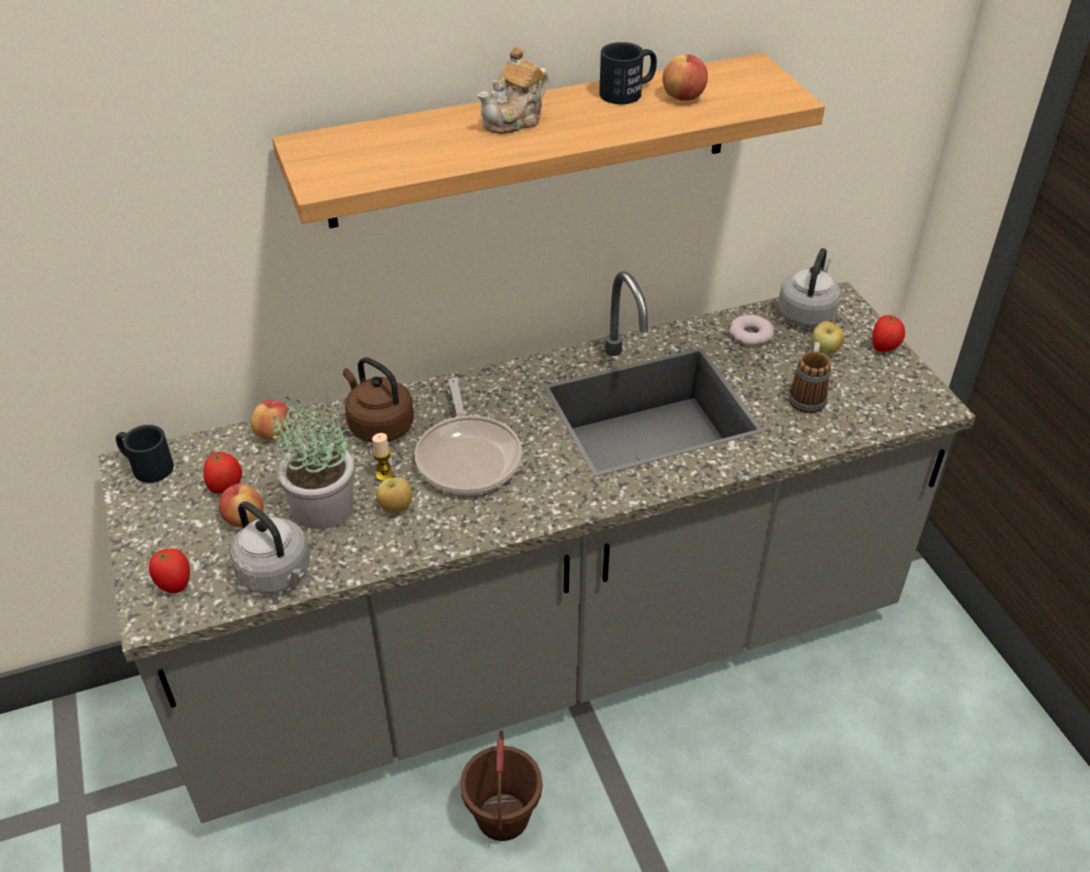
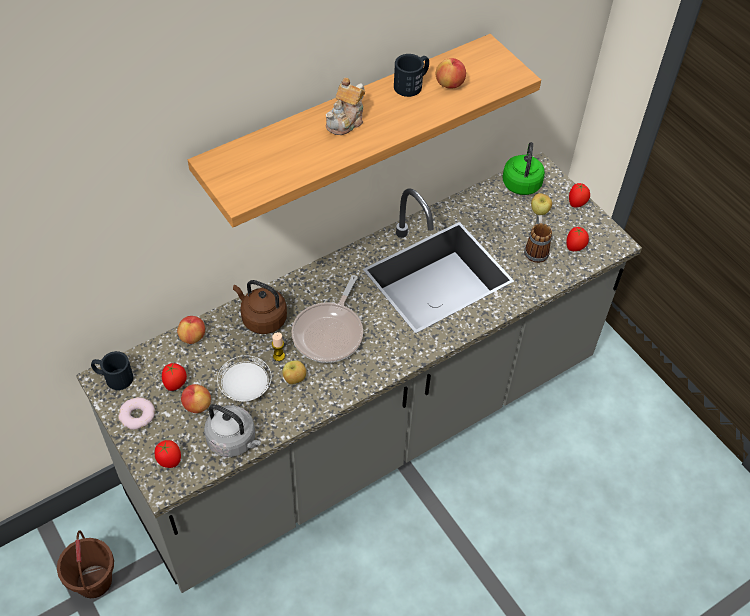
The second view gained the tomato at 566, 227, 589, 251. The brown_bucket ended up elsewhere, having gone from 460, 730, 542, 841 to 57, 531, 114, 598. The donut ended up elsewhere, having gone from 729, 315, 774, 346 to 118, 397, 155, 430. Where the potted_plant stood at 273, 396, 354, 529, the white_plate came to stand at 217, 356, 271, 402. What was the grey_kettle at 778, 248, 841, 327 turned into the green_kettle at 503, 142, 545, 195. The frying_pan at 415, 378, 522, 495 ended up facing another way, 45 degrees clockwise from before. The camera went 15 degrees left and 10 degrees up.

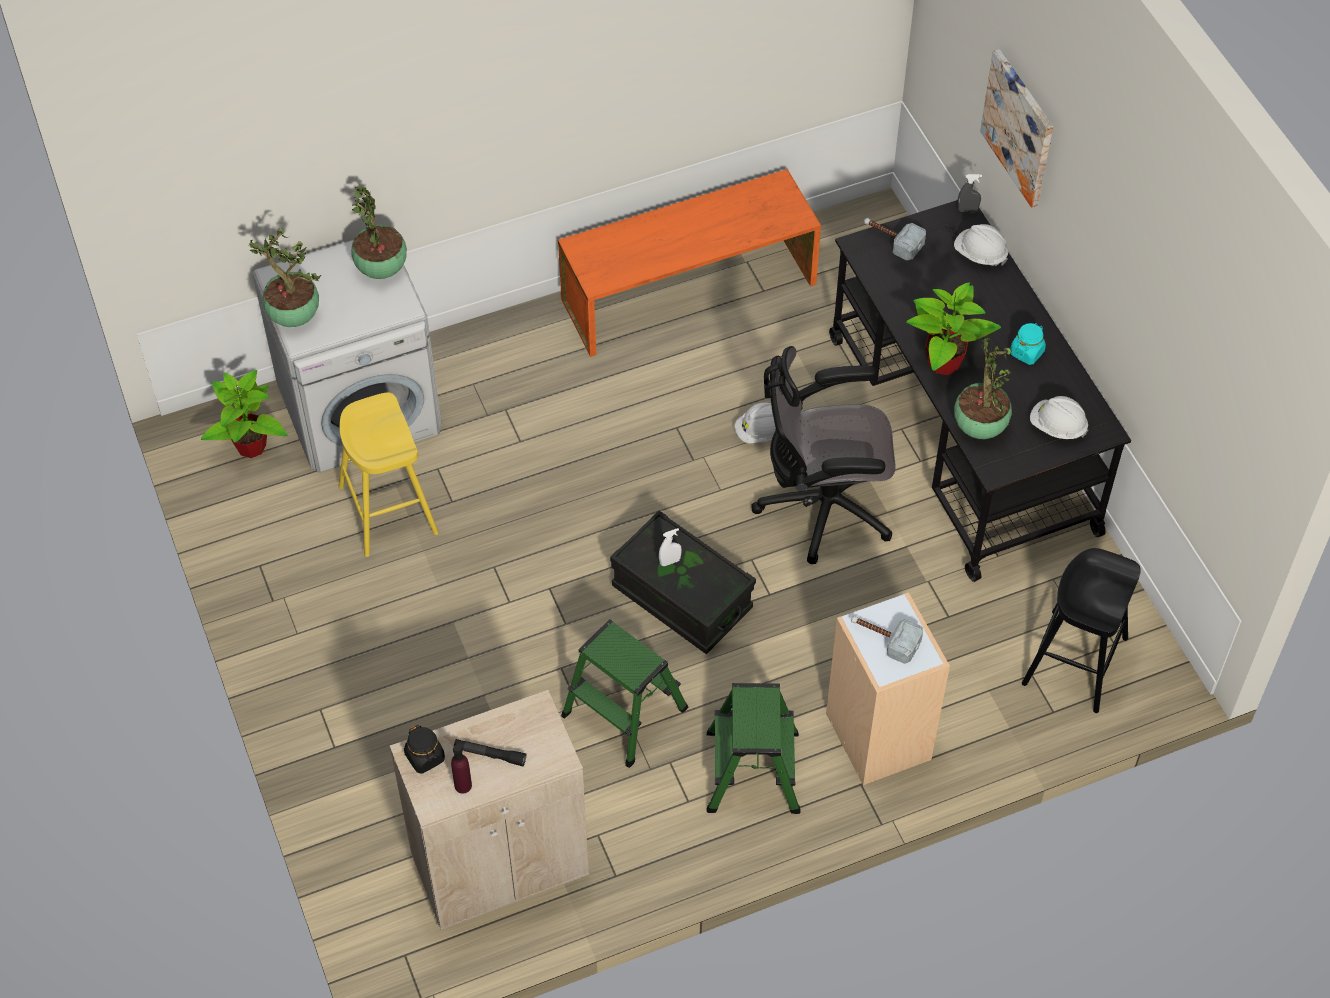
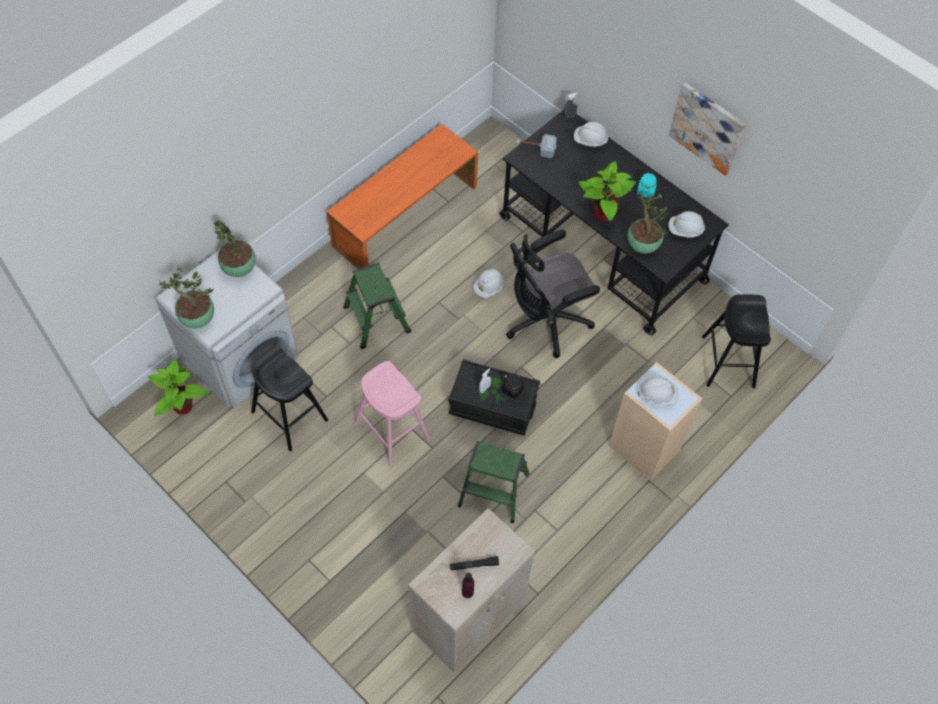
The second view gained the pink_stool at 354, 361, 430, 467. The black_jar ended up elsewhere, having gone from 404, 725, 445, 774 to 502, 373, 525, 399. The green_step_ladder ended up elsewhere, having gone from 706, 683, 801, 814 to 343, 263, 412, 349. The picture ended up elsewhere, having gone from 980, 49, 1053, 208 to 669, 83, 745, 176. Where the hammer stood at 851, 615, 923, 664, the white_hard_hat came to stand at 638, 376, 678, 406. What was the yellow_stool at 338, 393, 439, 557 turned into the black_stool at 251, 346, 328, 451. The camera went 25 degrees left and 5 degrees up.

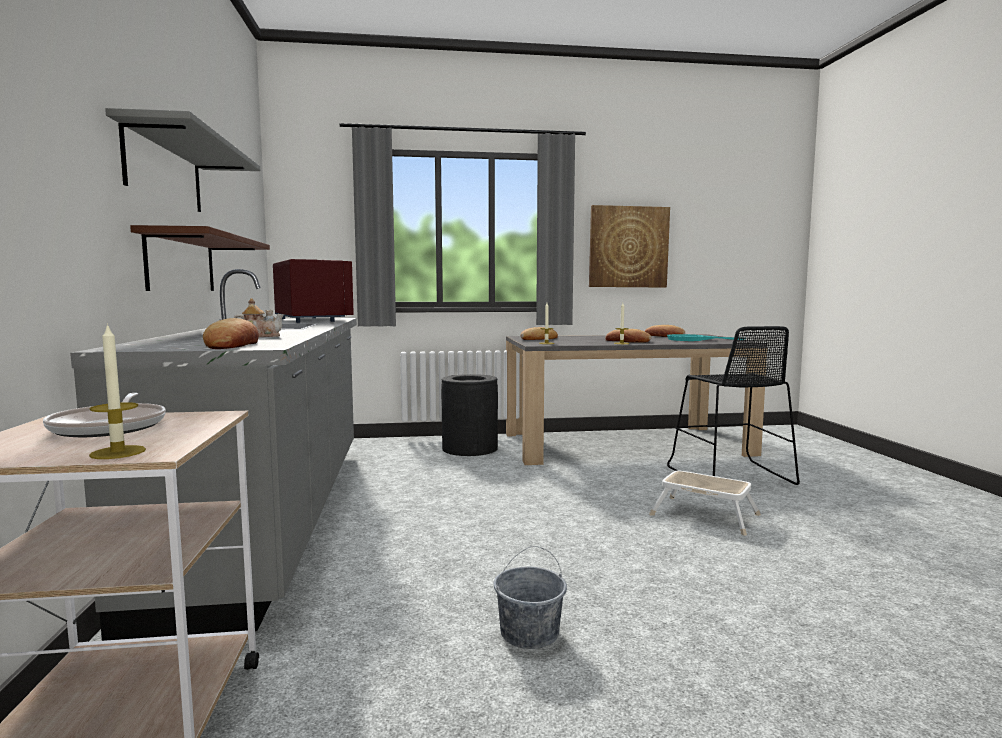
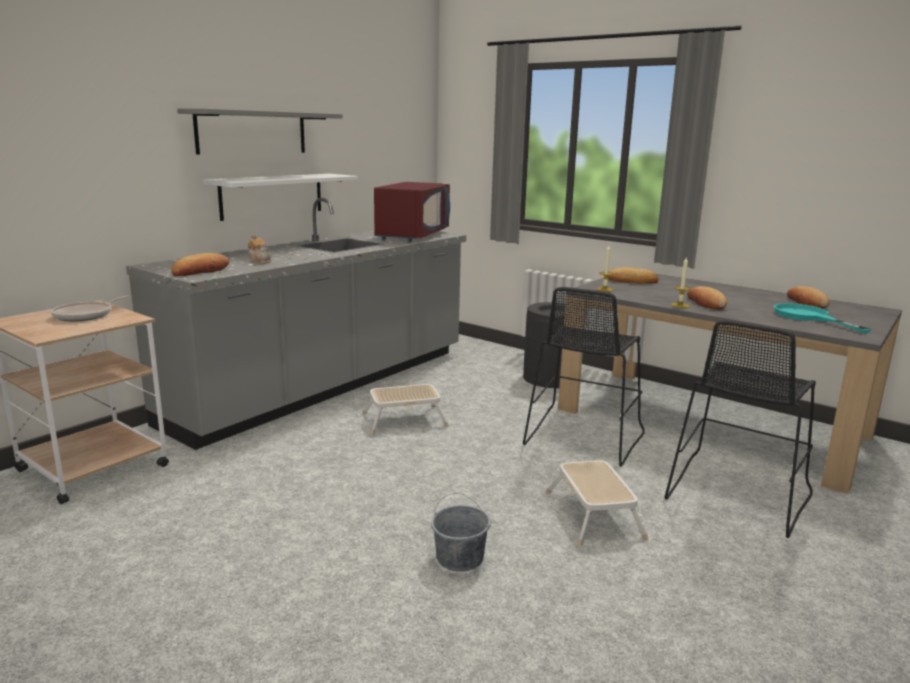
The second view lost the candle at 89, 323, 146, 459. The second view lost the picture at 589, 205, 670, 288. The second view gained the beige_step_ladder at 362, 384, 449, 435. The second view gained the black_stool at 523, 287, 645, 467. The grey_bucket ended up elsewhere, having gone from 494, 546, 567, 649 to 431, 493, 491, 572. What was the brown_shelf at 130, 225, 270, 291 turned into the white_shelf at 203, 174, 358, 221. The camera went 45 degrees right and 10 degrees up.

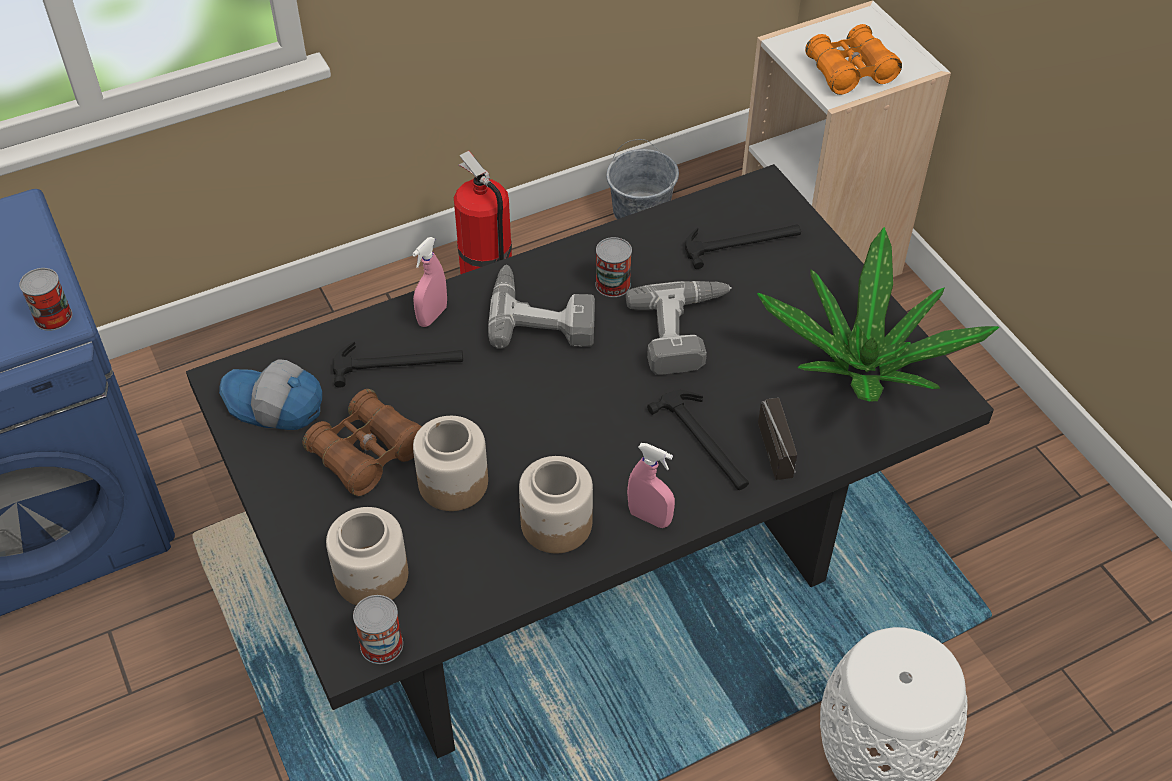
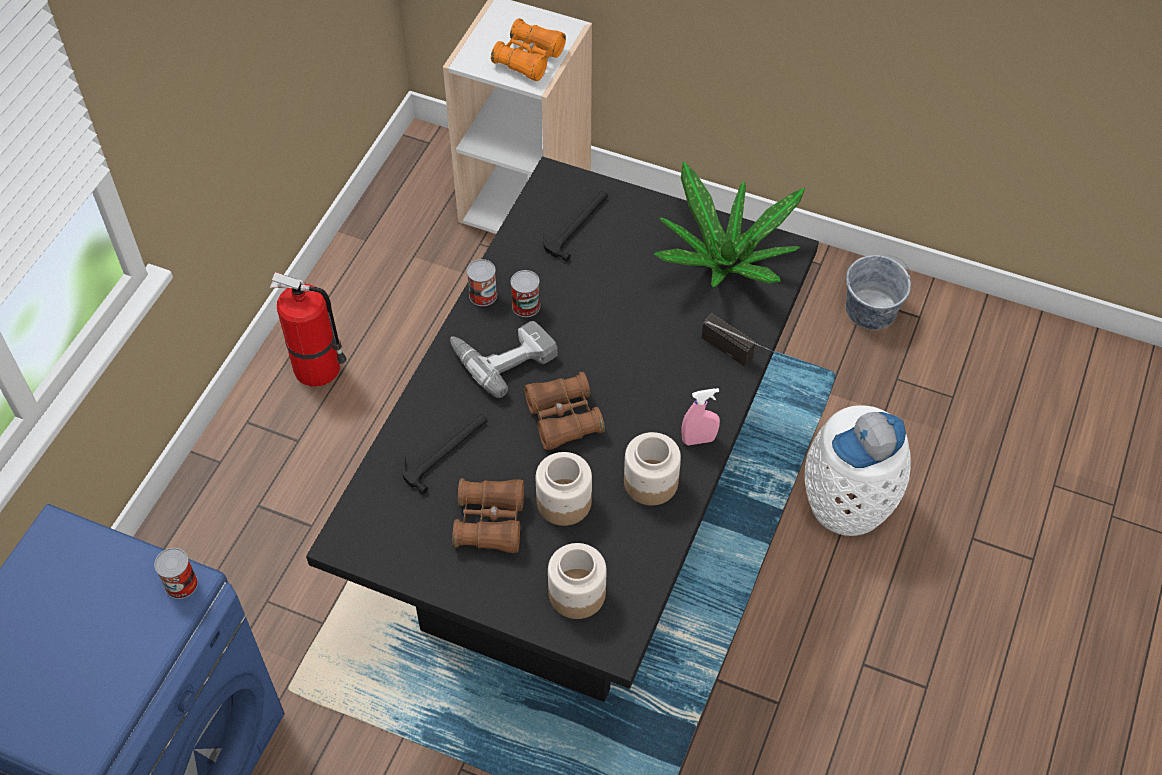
The second view lost the pink_spray_bottle at 412, 237, 447, 327. The second view lost the power_drill at 625, 281, 732, 375. The second view lost the hammer at 647, 390, 749, 490. The second view gained the brown_binoculars at 524, 372, 605, 450. The cap ended up elsewhere, having gone from 219, 359, 322, 430 to 832, 412, 906, 468. The can ended up elsewhere, having gone from 353, 595, 403, 664 to 467, 259, 497, 306. The grey_bucket ended up elsewhere, having gone from 606, 139, 679, 219 to 846, 255, 911, 330. The camera went 40 degrees left and 5 degrees up.

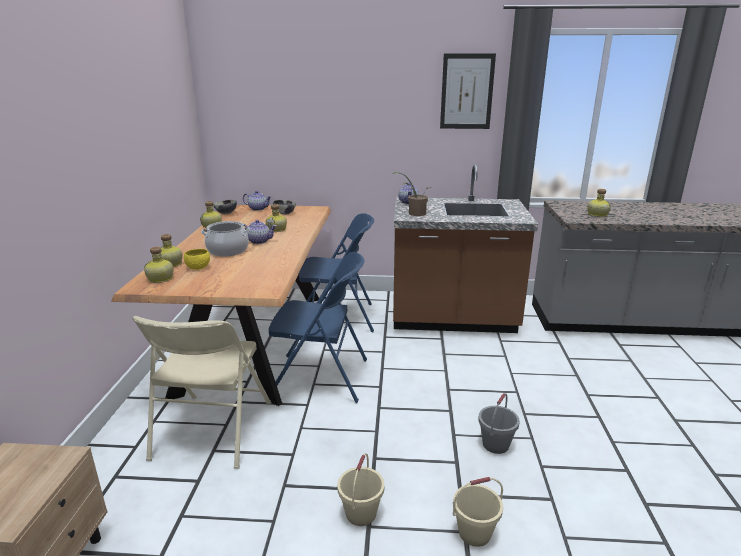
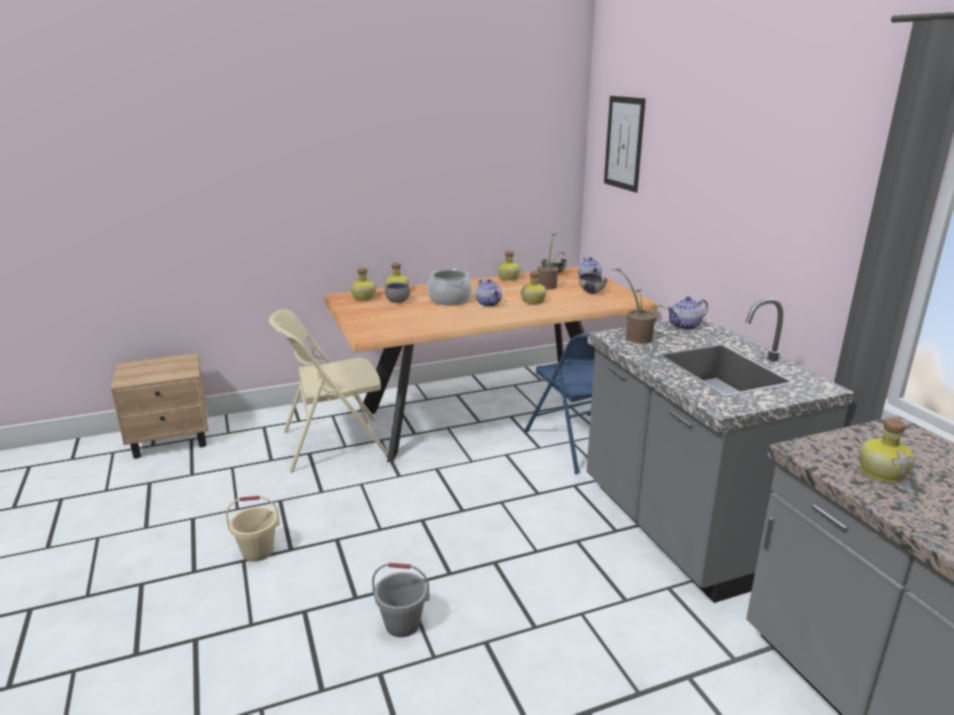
The second view lost the blue_chair at 269, 252, 367, 403. The second view lost the beige_bucket at 453, 477, 503, 547. The second view gained the potted_plant at 537, 234, 564, 289. The picture ended up elsewhere, having gone from 440, 53, 496, 129 to 604, 96, 646, 193. What was the yellow_bowl at 184, 249, 210, 270 turned into the grey_bowl at 385, 283, 410, 303. What was the brown_counter at 393, 165, 538, 333 turned into the grey_counter at 586, 298, 854, 603. The camera went 65 degrees right and 0 degrees up.

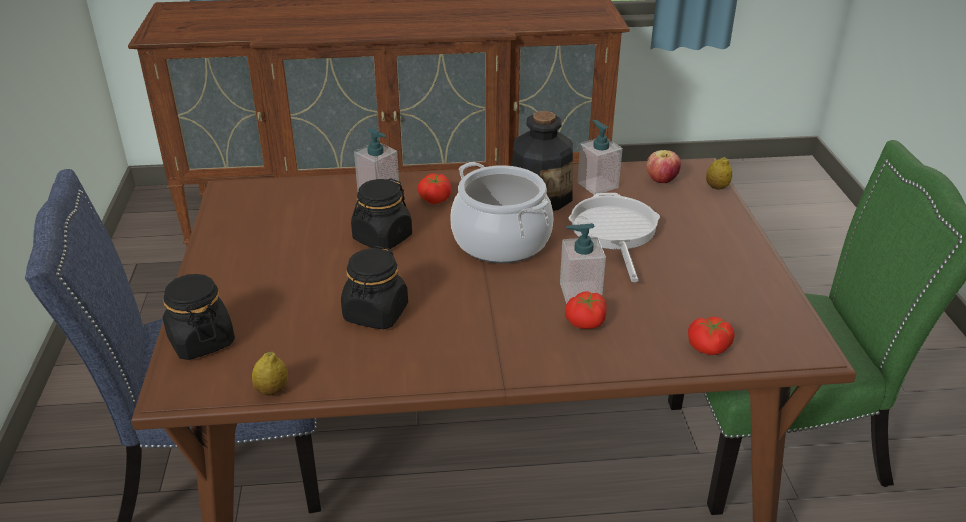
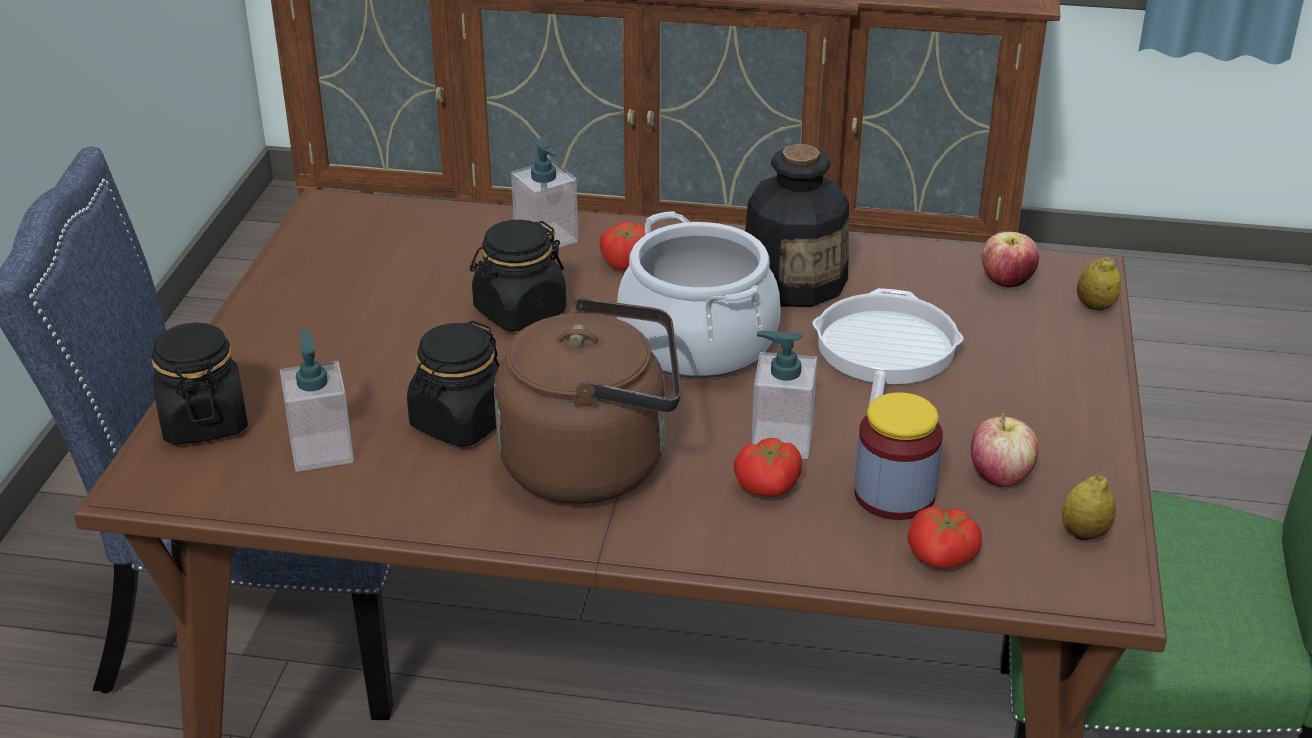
The second view gained the brown_kettle at 494, 297, 681, 504. The second view gained the jar at 854, 392, 943, 520. The second view gained the apple at 971, 414, 1039, 487. The lemon ended up elsewhere, having gone from 252, 352, 288, 396 to 1062, 475, 1116, 540. The soap_dispenser ended up elsewhere, having gone from 577, 120, 622, 195 to 280, 329, 354, 472. The camera went 15 degrees right and 0 degrees up.

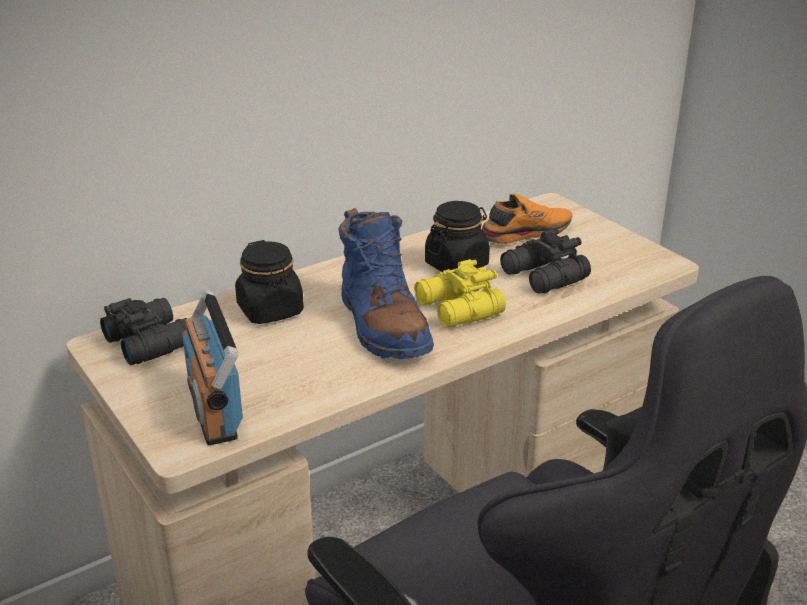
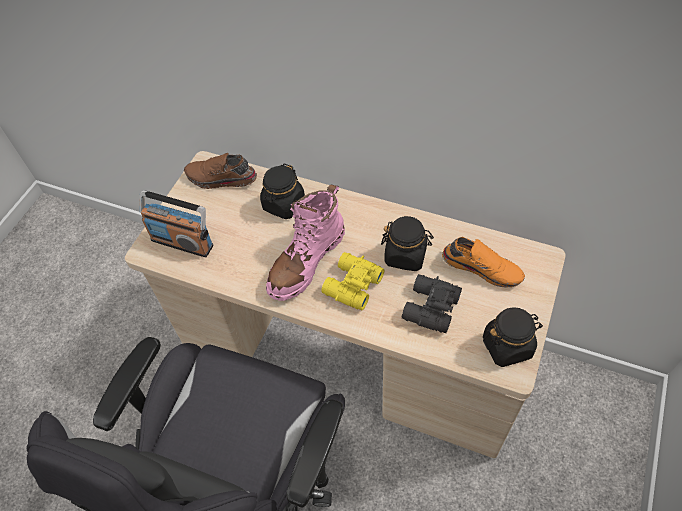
The second view gained the black_jar at 483, 307, 543, 367. Where the black_binoculars stood at 100, 298, 187, 365, the brown_shoe came to stand at 184, 153, 257, 189. What was the blue_boot at 338, 208, 434, 359 turned into the pink_boot at 266, 185, 345, 301. The radio at 182, 290, 243, 445 ended up facing another way, 105 degrees counterclockwise from before. The camera went 60 degrees right and 25 degrees up.

